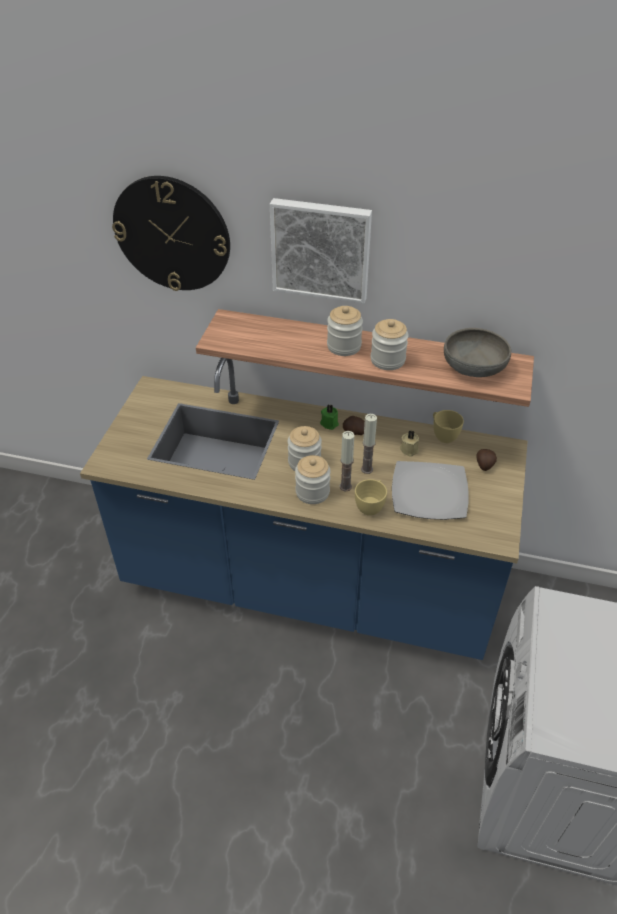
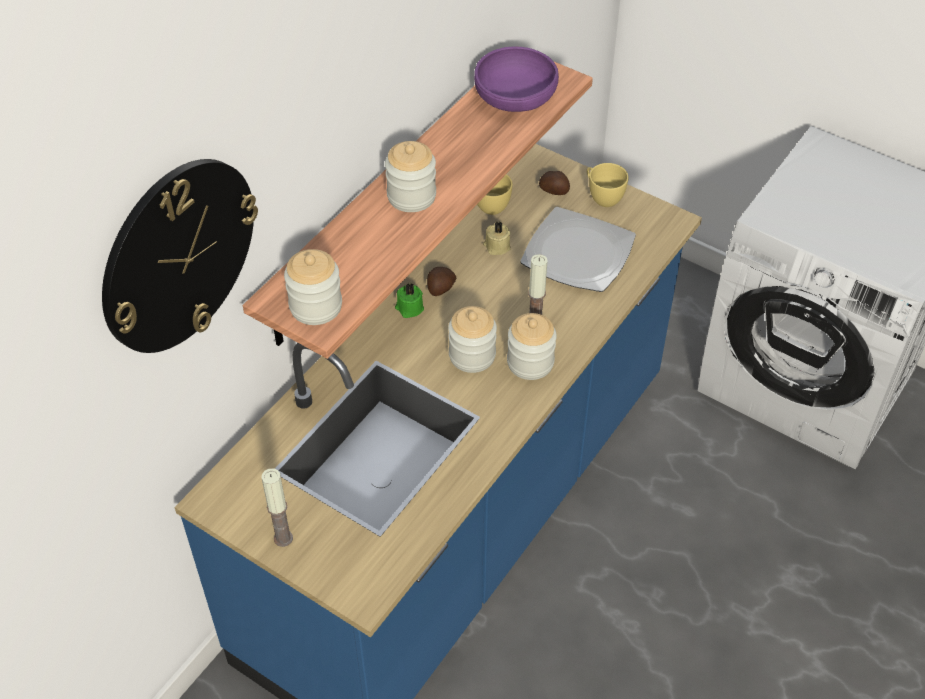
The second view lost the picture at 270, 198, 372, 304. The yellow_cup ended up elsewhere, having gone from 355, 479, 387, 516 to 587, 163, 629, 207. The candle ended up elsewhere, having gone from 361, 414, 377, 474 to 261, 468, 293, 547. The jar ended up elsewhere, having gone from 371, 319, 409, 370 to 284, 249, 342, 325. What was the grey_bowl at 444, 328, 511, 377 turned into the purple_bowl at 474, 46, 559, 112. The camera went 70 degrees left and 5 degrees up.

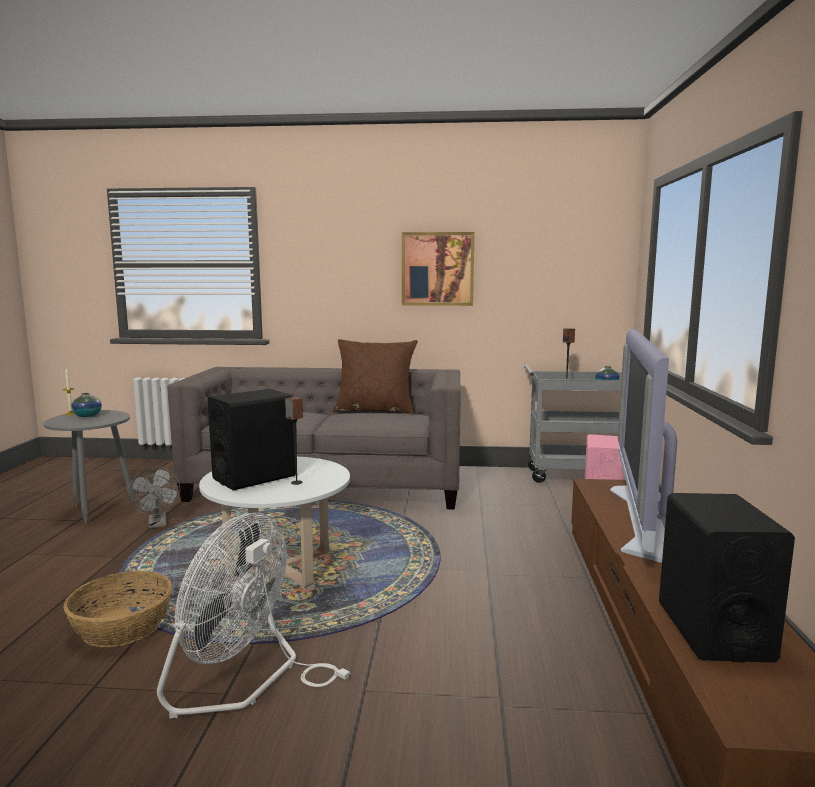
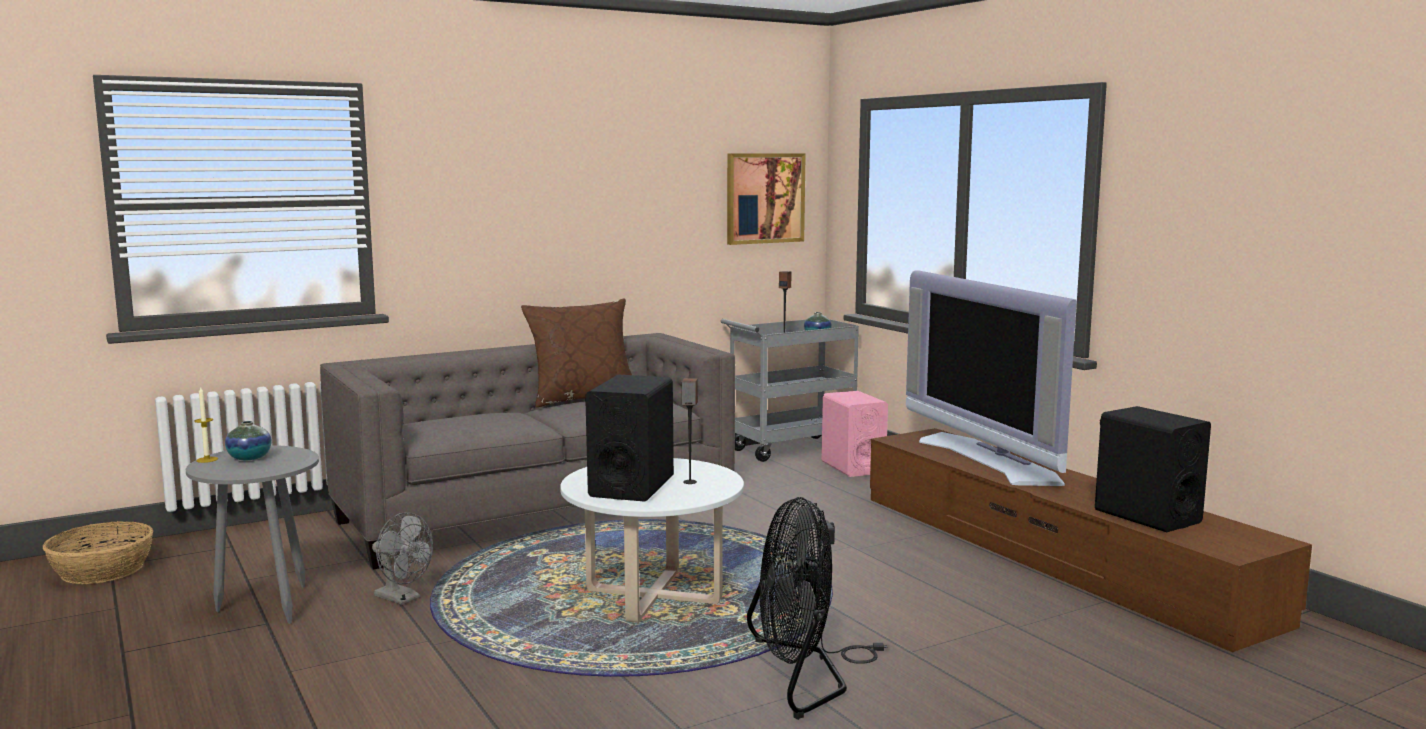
The basket ended up elsewhere, having gone from 64, 571, 173, 647 to 43, 521, 154, 584. The picture ended up elsewhere, having gone from 402, 232, 474, 306 to 727, 153, 806, 245. What was the white_fan at 157, 513, 351, 719 turned into the black_fan at 747, 497, 887, 720. The camera went 35 degrees left and 0 degrees up.

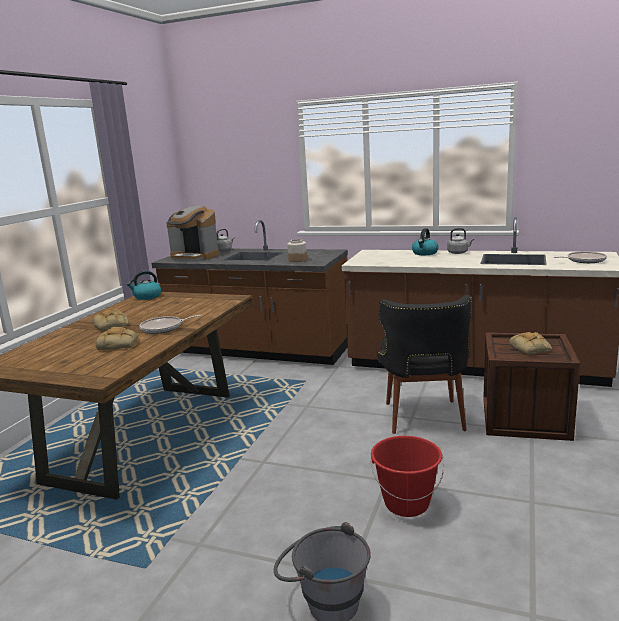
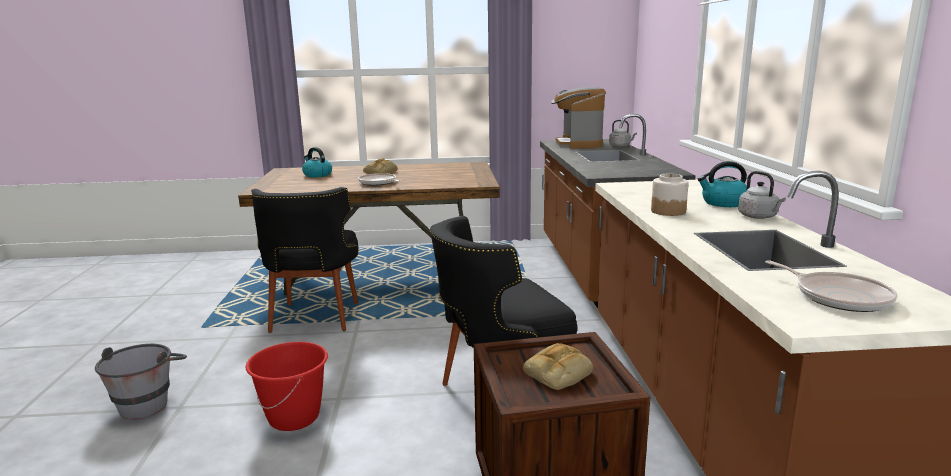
The second view lost the bread at 95, 327, 138, 350. The second view gained the black_chair at 251, 187, 359, 333. The kettle ended up elsewhere, having gone from 127, 271, 161, 300 to 302, 147, 332, 177. The jar ended up elsewhere, having gone from 287, 239, 307, 262 to 651, 174, 689, 216. The camera went 65 degrees right and 0 degrees up.

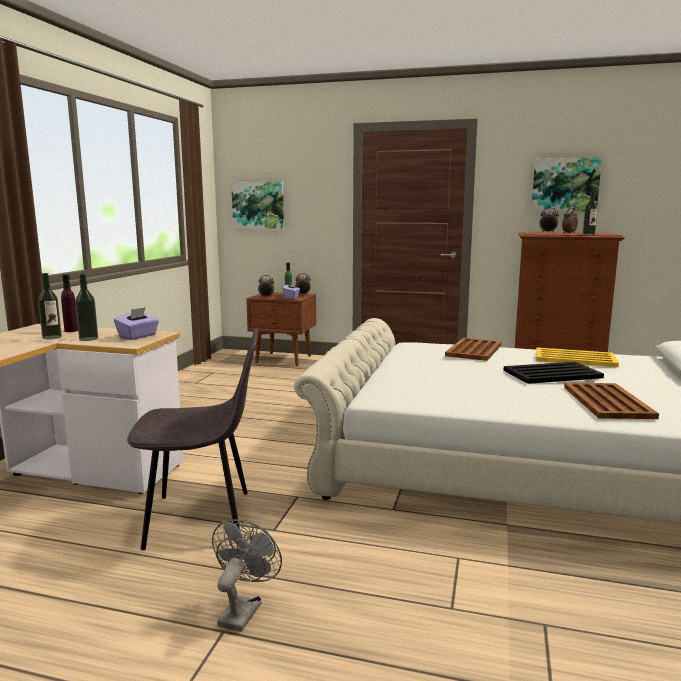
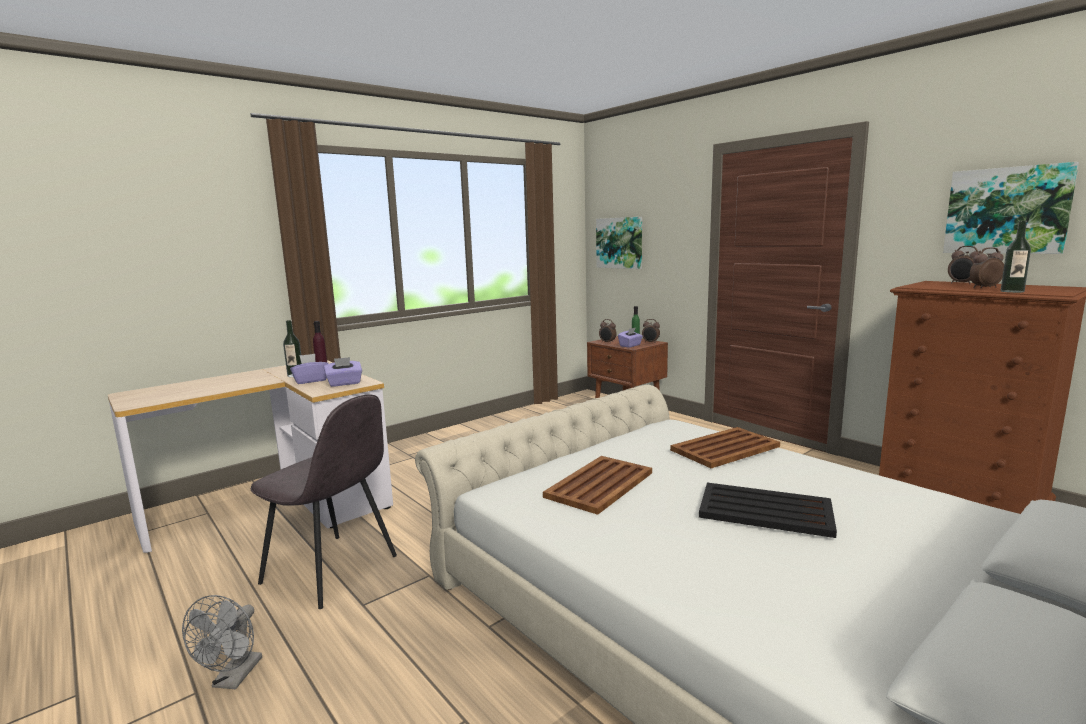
The second view lost the yellow_tray at 536, 347, 619, 367. The brown_tray ended up elsewhere, having gone from 564, 383, 659, 419 to 543, 456, 652, 515. Where the bottle stood at 75, 274, 98, 341, the purple_tissue_box came to stand at 290, 354, 328, 384. The grey_fan at 212, 519, 282, 632 ended up facing another way, 135 degrees clockwise from before. The camera went 35 degrees right and 0 degrees up.

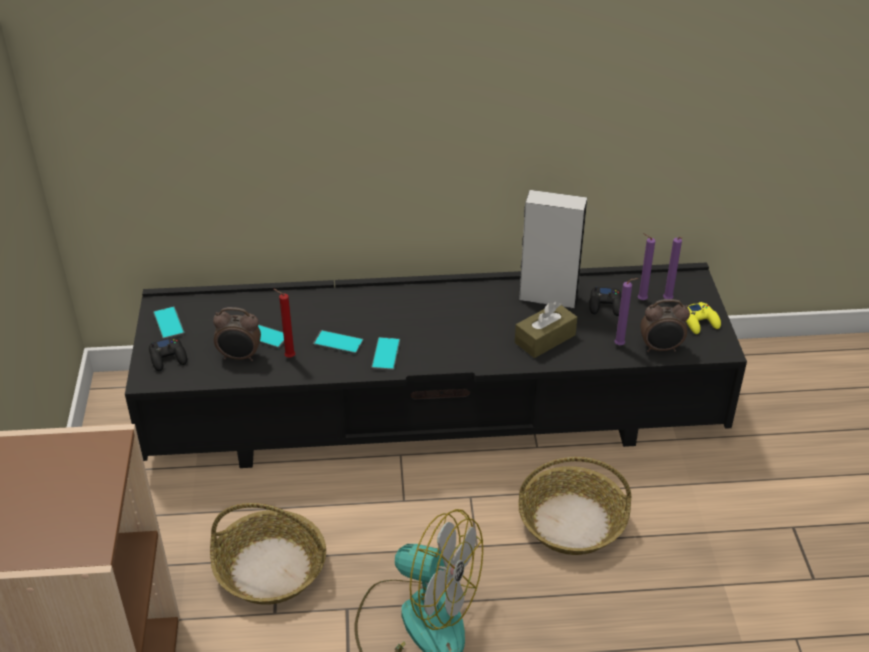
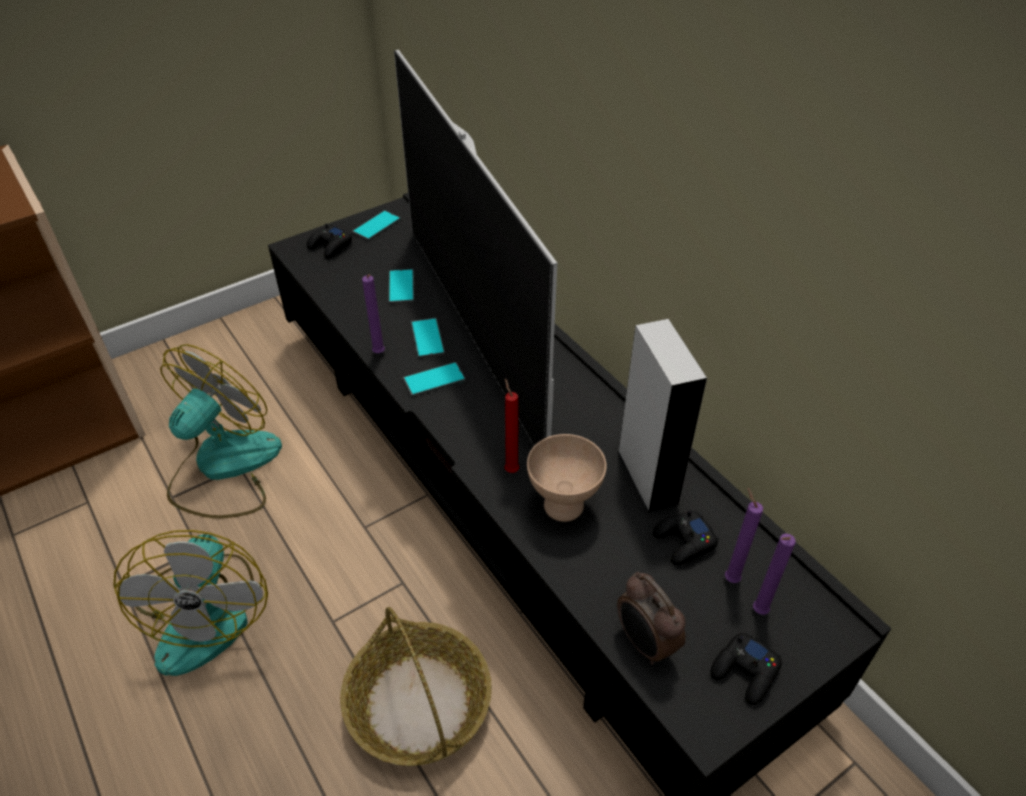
The second view lost the alarm_clock at 213, 307, 261, 361. The second view gained the television at 394, 50, 557, 446. The red_candle ended up elsewhere, having gone from 274, 289, 295, 358 to 504, 379, 519, 473. The purple_candle ended up elsewhere, having gone from 615, 278, 638, 345 to 362, 274, 385, 353. Where the basket stood at 210, 503, 326, 605, the fan came to stand at 160, 344, 282, 518. Where the brown_tissue_box stood at 515, 301, 577, 358, the beige_bowl came to stand at 527, 434, 607, 522. What was the yellow_game_controller at 686, 302, 721, 334 turned into the black_game_controller at 710, 632, 782, 705. The camera went 60 degrees right and 5 degrees up.

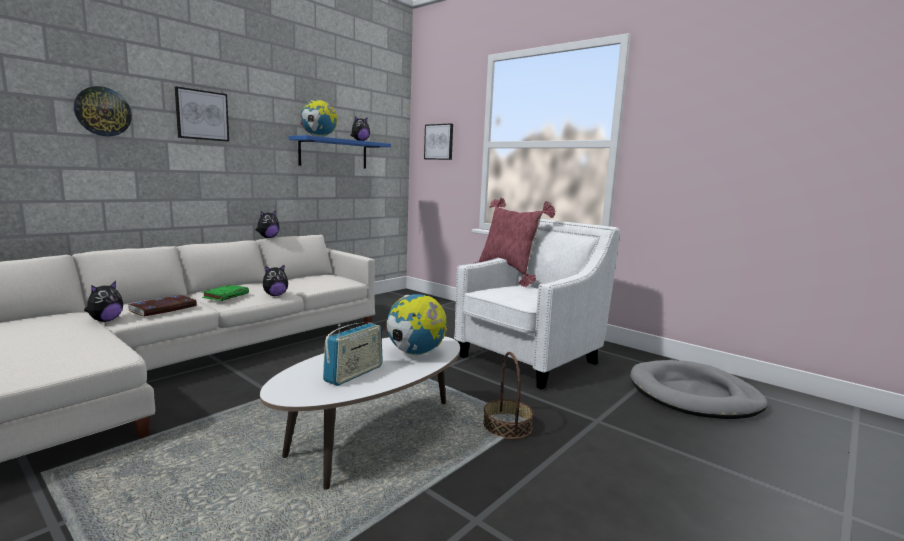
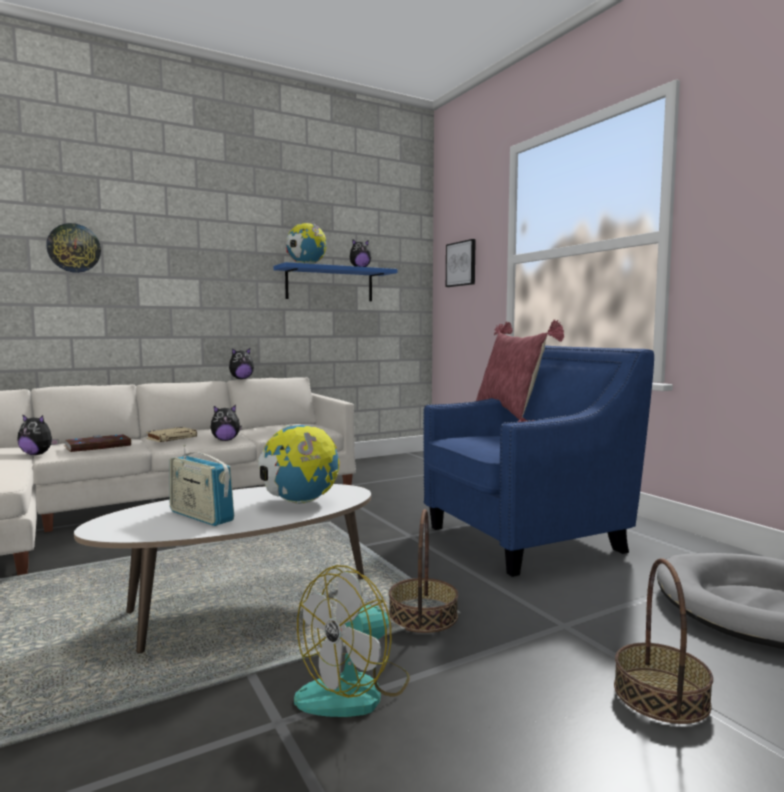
The second view lost the picture at 175, 87, 229, 141. The second view gained the fan at 294, 565, 410, 717. The second view gained the basket at 614, 558, 713, 724. What was the green_book at 202, 285, 249, 301 turned into the beige_book at 146, 427, 197, 442. What was the white_armchair at 454, 219, 620, 390 turned into the blue_armchair at 423, 346, 654, 577. The plush_toy at 84, 281, 123, 322 ended up facing another way, 60 degrees clockwise from before. The radio at 323, 322, 383, 386 ended up facing another way, 75 degrees clockwise from before. The camera went 20 degrees right and 5 degrees down.

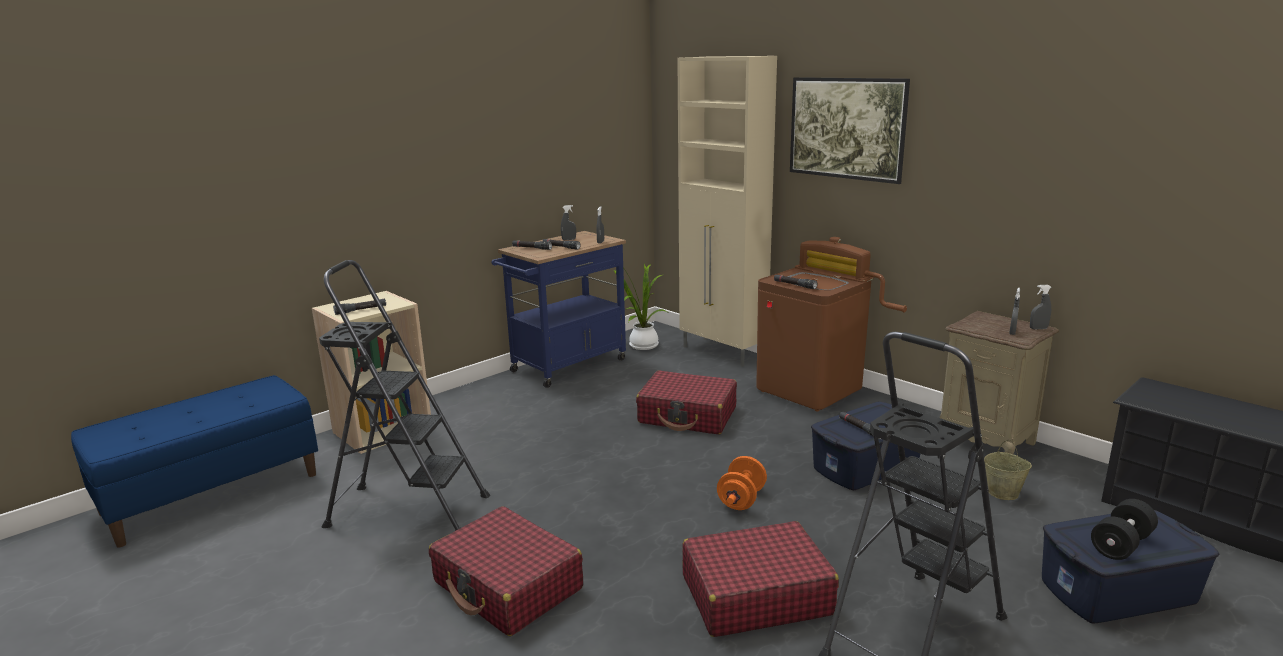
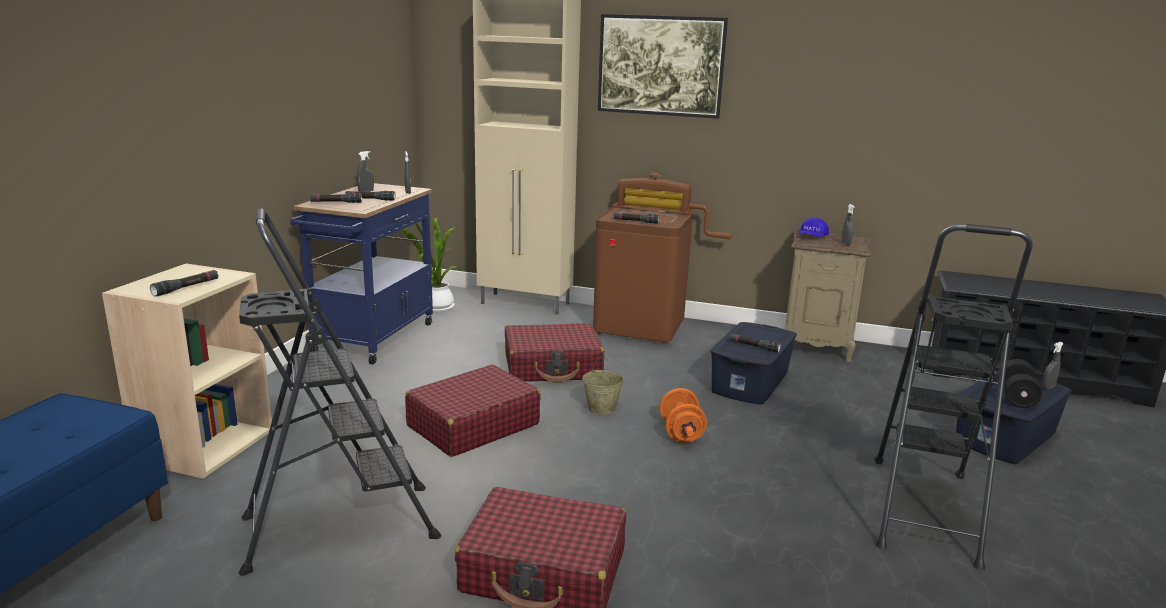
The second view gained the blue_cap at 798, 218, 829, 237. The red_suitcase ended up elsewhere, having gone from 683, 521, 839, 637 to 405, 365, 541, 457. The beige_bucket ended up elsewhere, having gone from 984, 440, 1032, 500 to 582, 356, 624, 415. The grey_spray_bottle ended up elsewhere, having gone from 1030, 285, 1051, 329 to 1042, 342, 1063, 389. The camera went 30 degrees left and 0 degrees up.

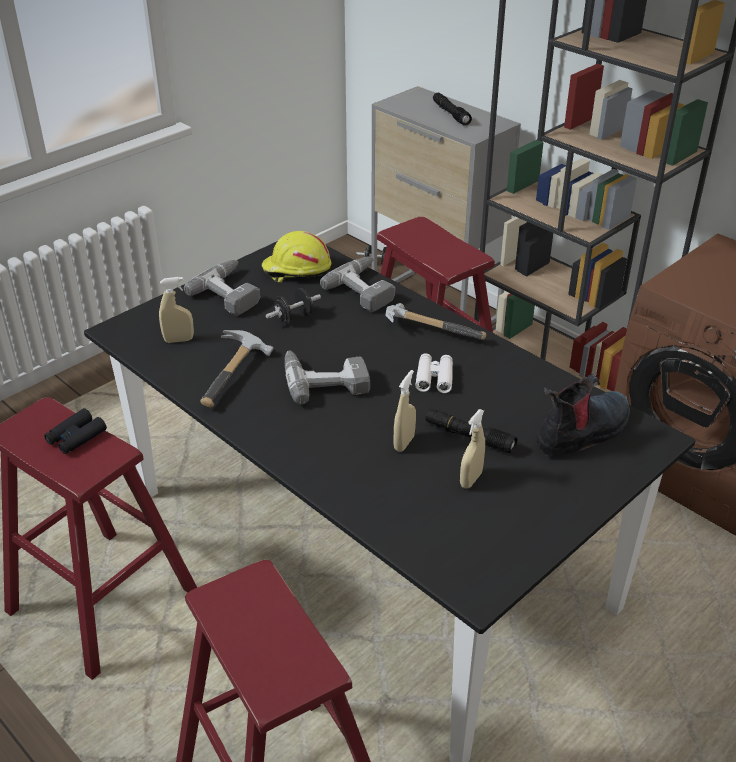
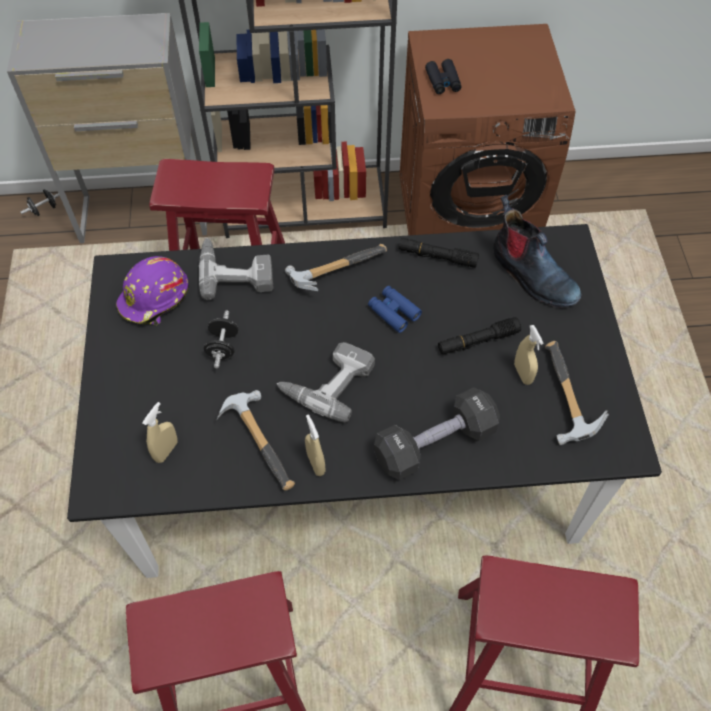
The second view lost the power_drill at 184, 260, 260, 316. The second view gained the black_dumbbell at 374, 387, 500, 480. The second view gained the hammer at 545, 341, 609, 445. The black_binoculars ended up elsewhere, having gone from 44, 408, 107, 454 to 425, 59, 462, 94. The beige_spray_bottle ended up elsewhere, having gone from 394, 370, 416, 452 to 305, 414, 325, 476. The black_flashlight ended up elsewhere, having gone from 433, 93, 472, 125 to 399, 238, 479, 268. What was the yellow_hard_hat at 261, 231, 331, 282 turned into the purple_hard_hat at 116, 256, 189, 325. What was the white_binoculars at 415, 353, 453, 393 turned into the blue_binoculars at 368, 286, 422, 333. The boot at 536, 374, 630, 456 ended up facing another way, 135 degrees clockwise from before. The camera went 50 degrees left and 20 degrees up.

